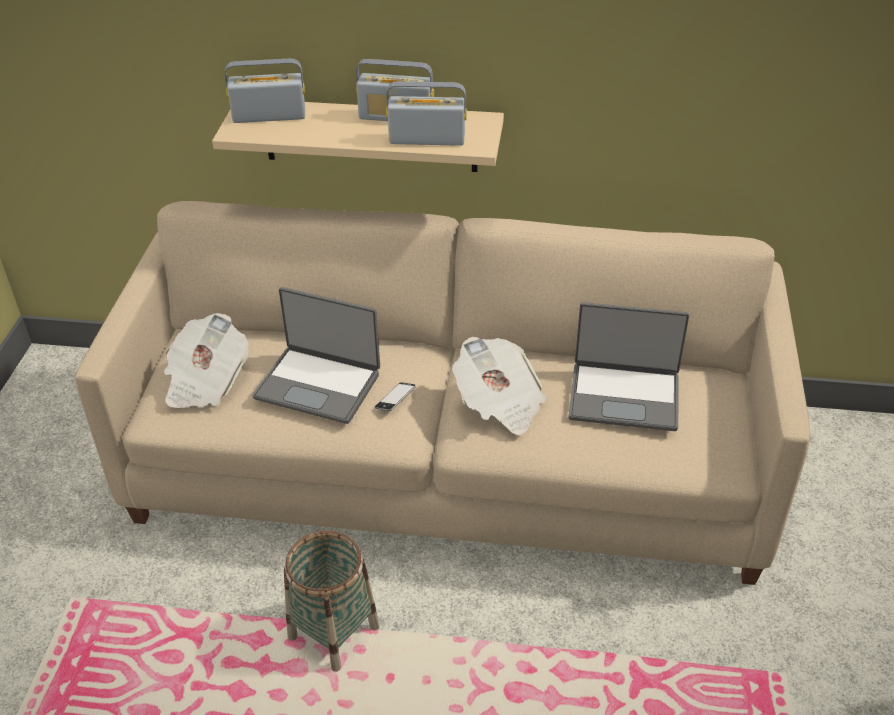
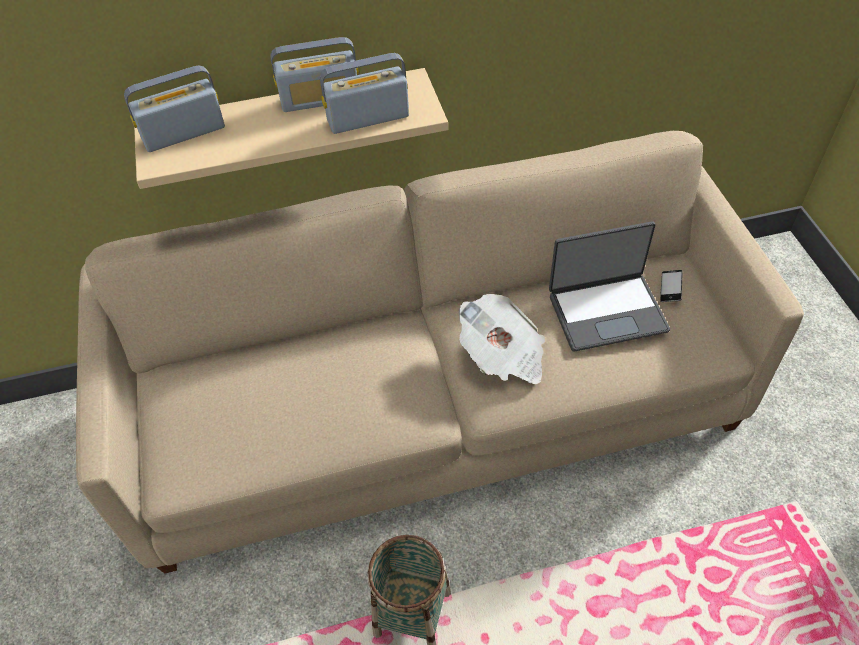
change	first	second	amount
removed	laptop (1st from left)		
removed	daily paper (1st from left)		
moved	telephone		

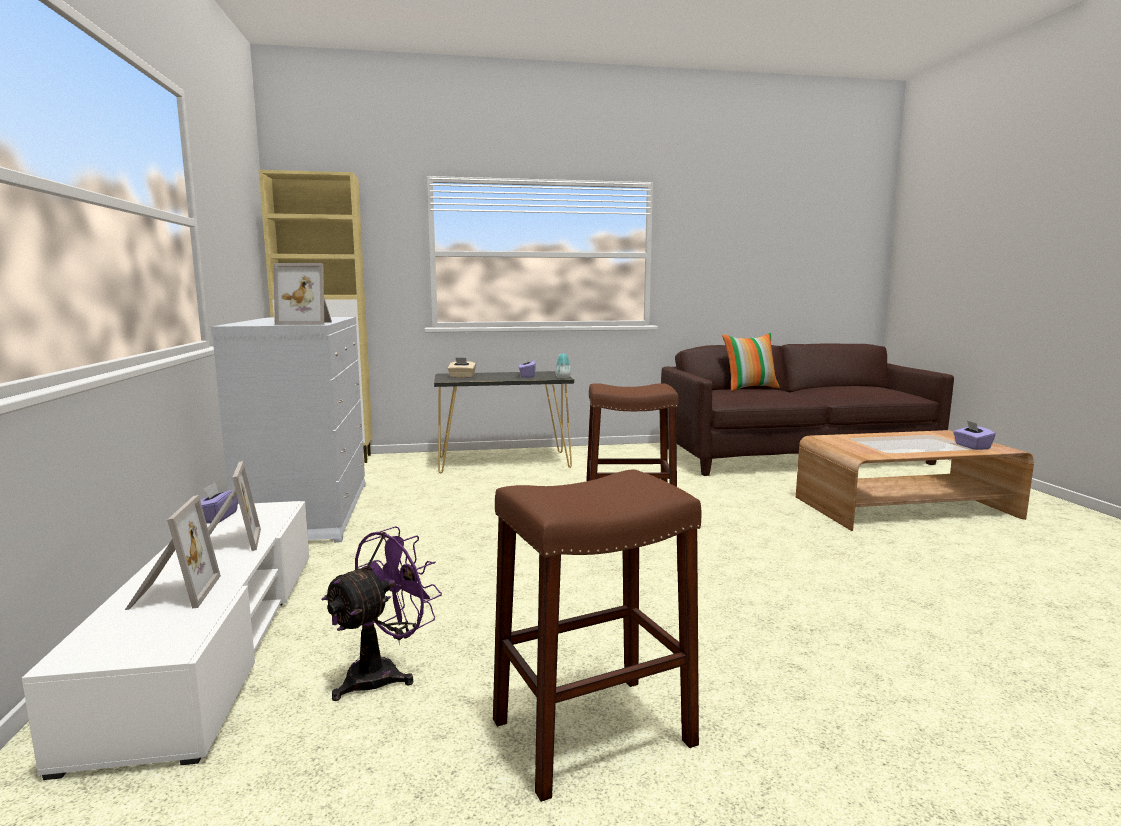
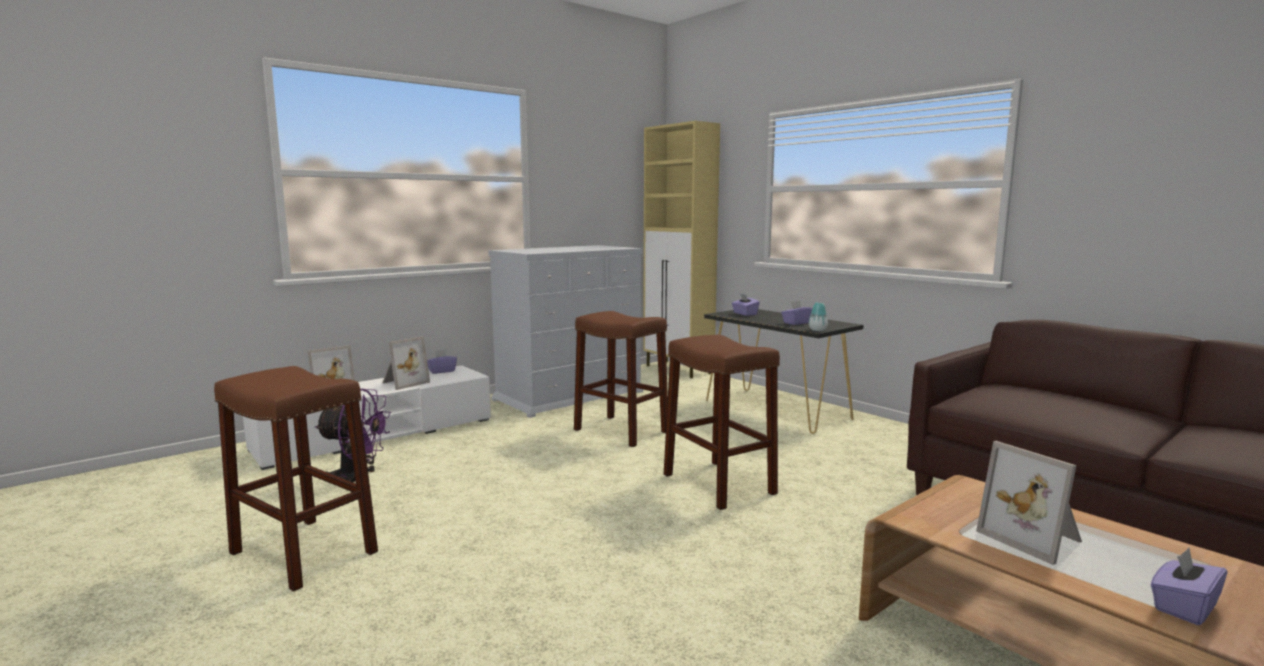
change	first	second	amount
moved	picture frame (3rd from left)		
removed	pillow		
recoloured	sand-coloured box of tissues	purple box of tissues (2nd from left)	
added		brownish stool (2nd from left)	

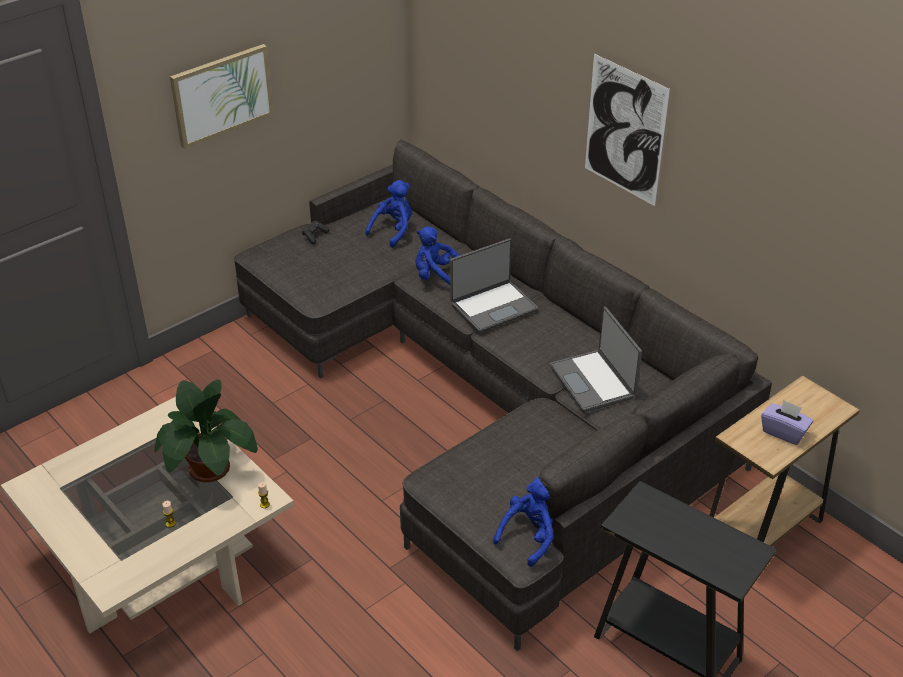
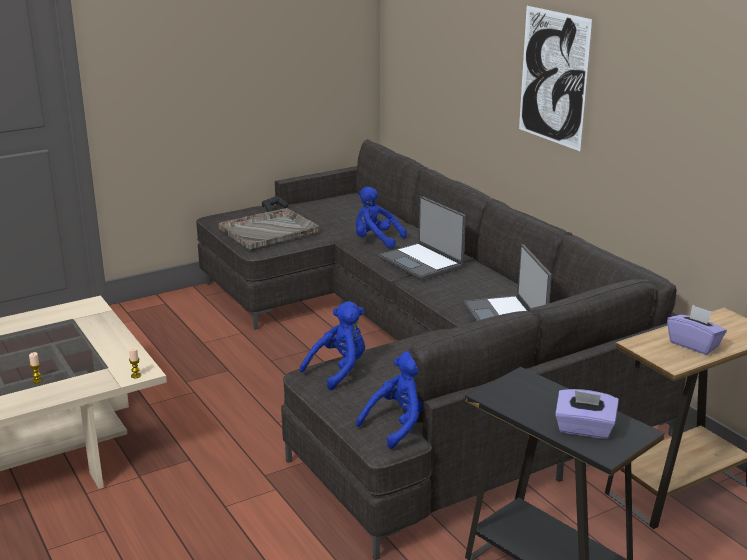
change	first	second	amount
removed	wall art (1st from left)		
moved	blue-coloured plush toy (1st from left)		
turned	laptop (1st from left)		75 degrees clockwise
removed	potted plant		
added		gray tray	
added		purple box of tissues (1st from left)	

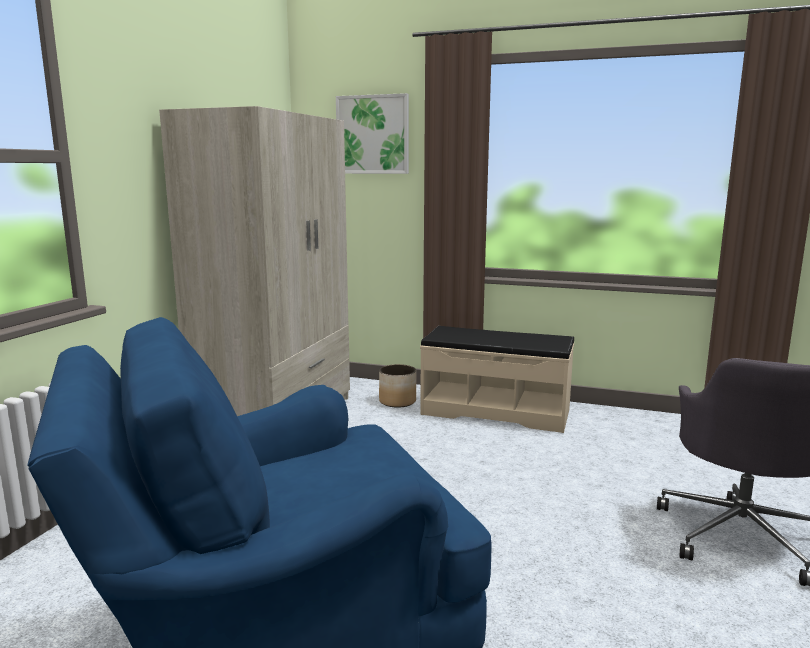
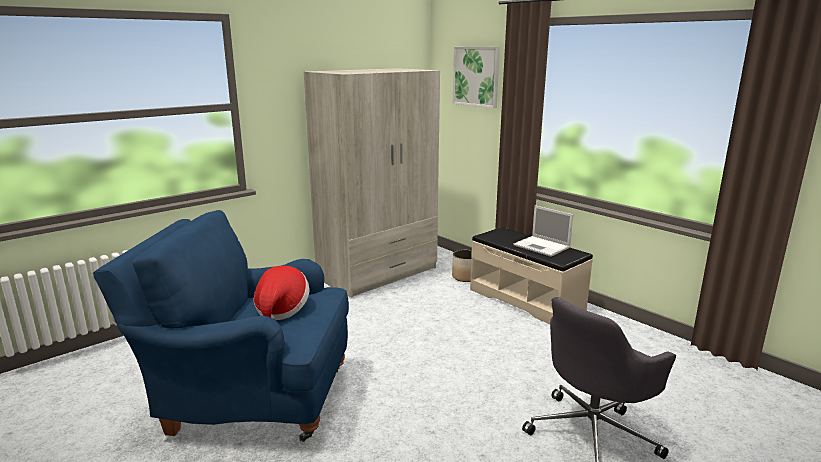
change	first	second	amount
added		laptop	
added		clothing hat	

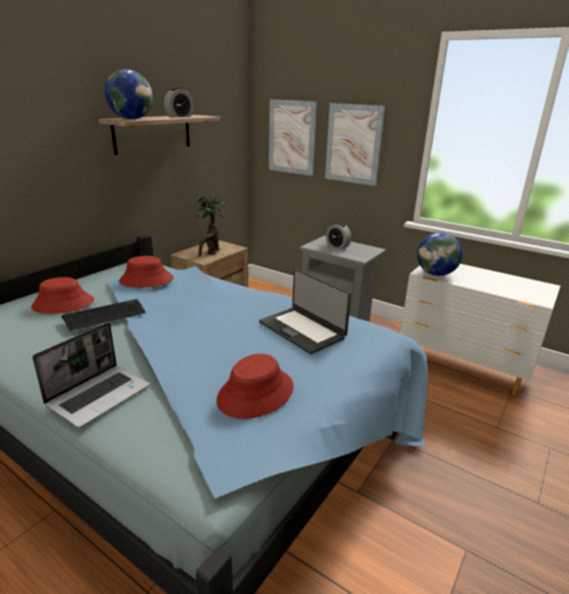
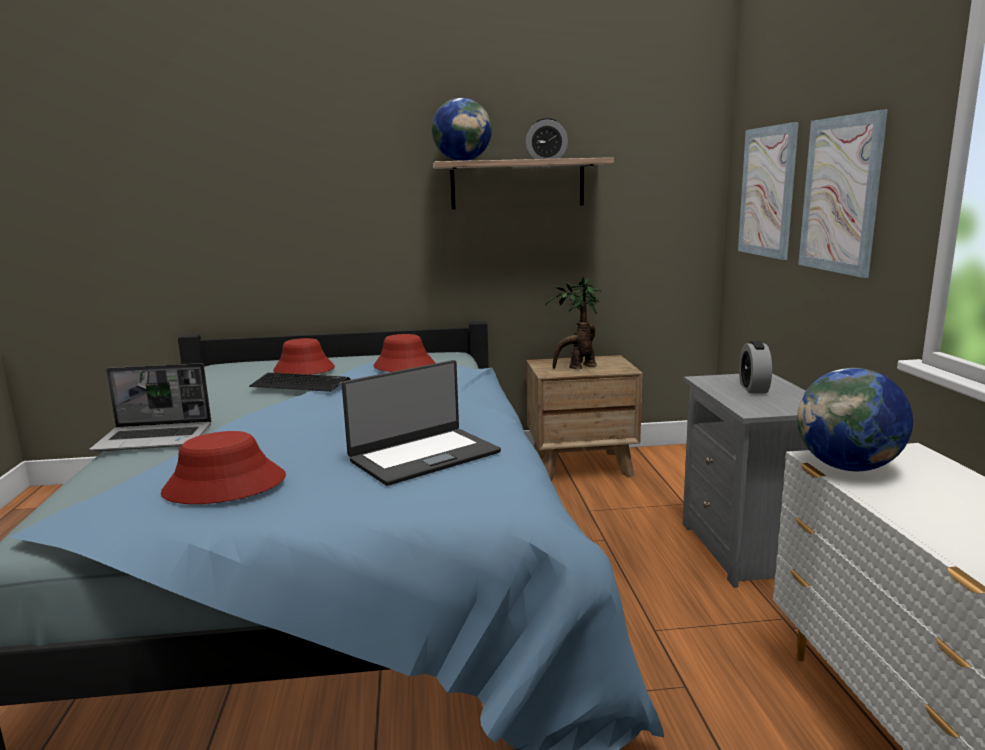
change	first	second	amount
turned	laptop (2nd from left)		135 degrees counterclockwise

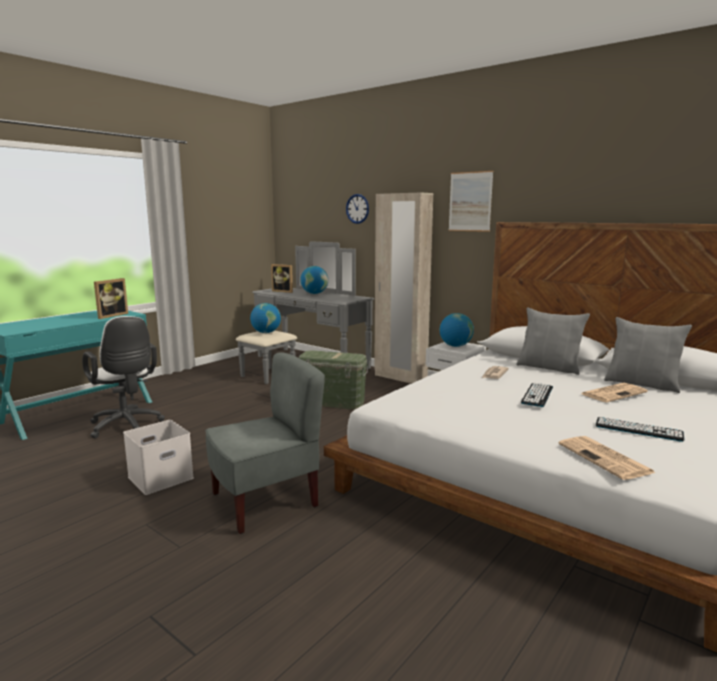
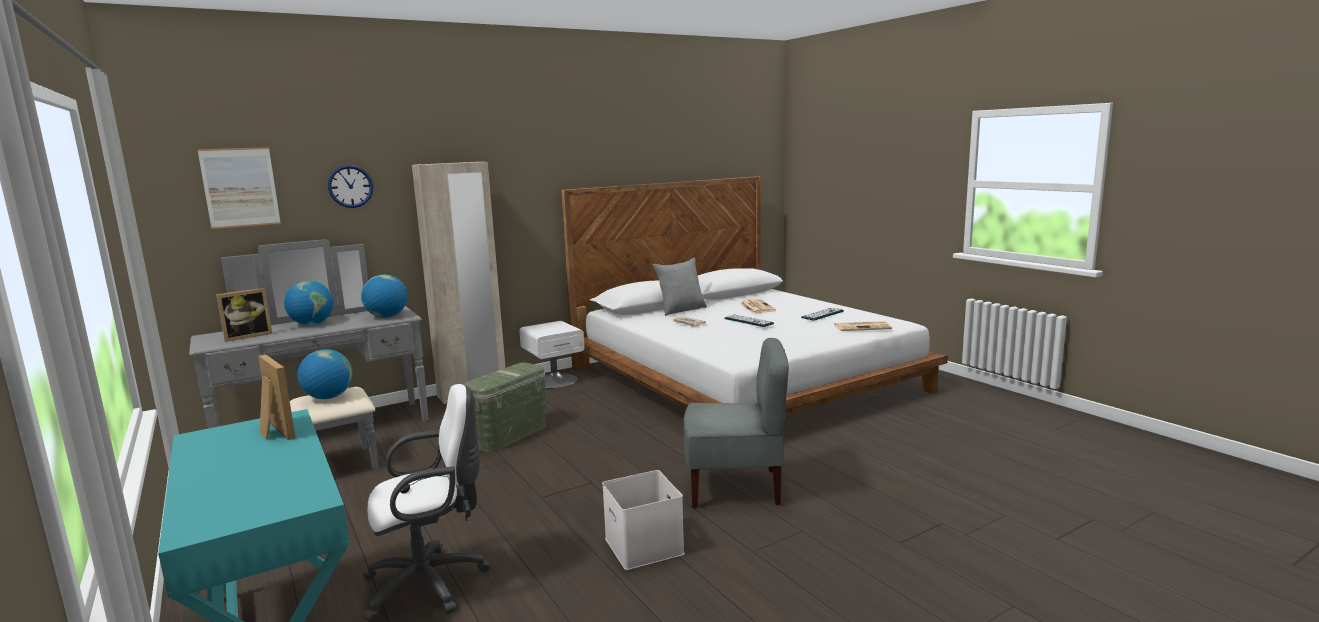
change	first	second	amount
moved	wall art		
moved	world globe (3rd from left)		
removed	gray pillow (2nd from left)		
turned	gray upright chair		105 degrees clockwise

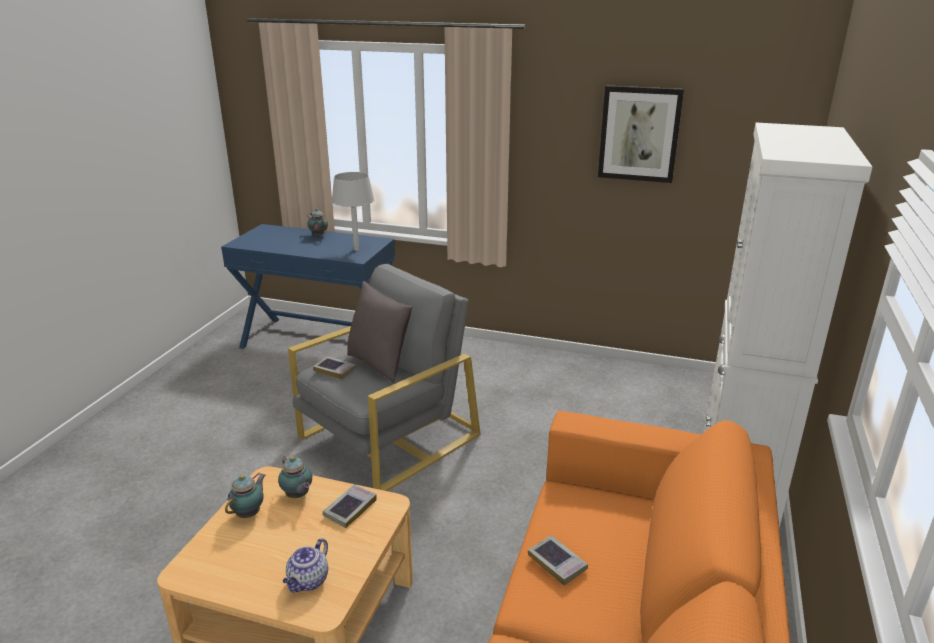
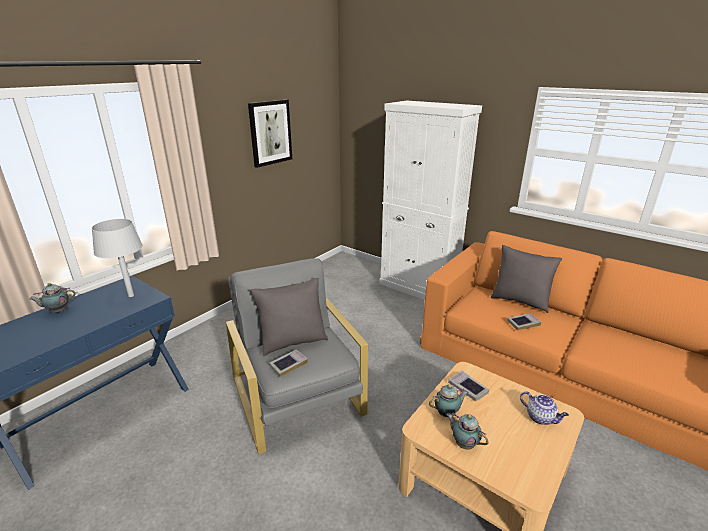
change	first	second	amount
added		gray pillow (2nd from left)	

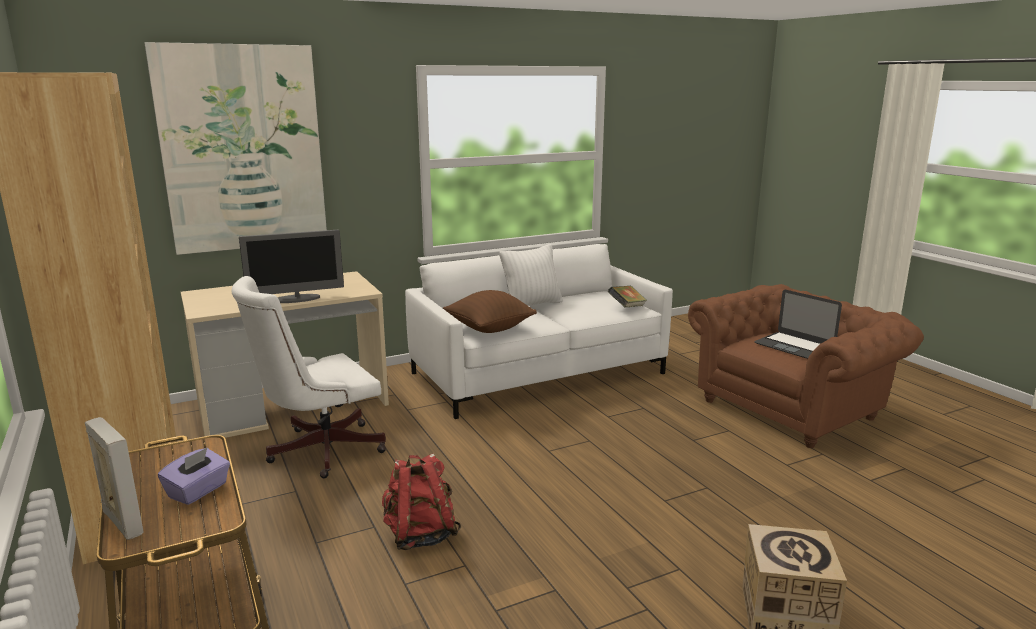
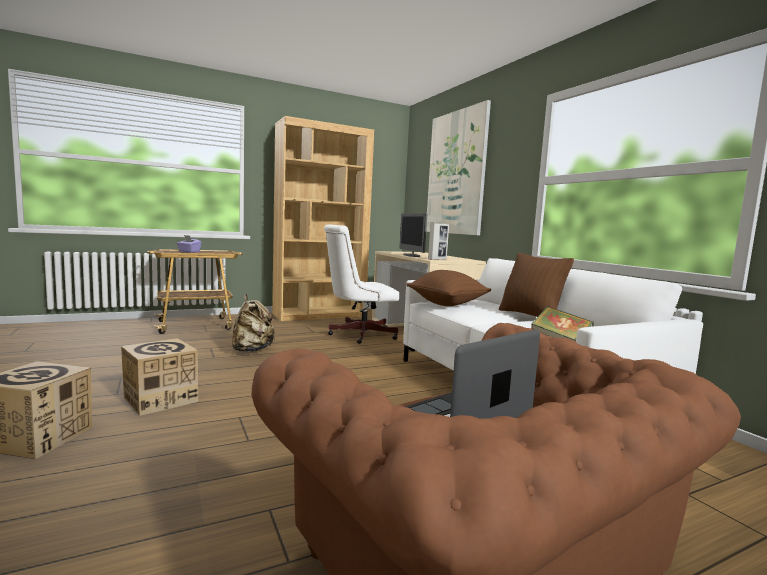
change	first	second	amount
recoloured	white-coloured pillow	brownish pillow (2nd from left)	
turned	white-coloured office chair		75 degrees counterclockwise
moved	picture frame		
recoloured	red-coloured rucksack	sand-coloured rucksack	
added		cardboard box (2nd from left)	

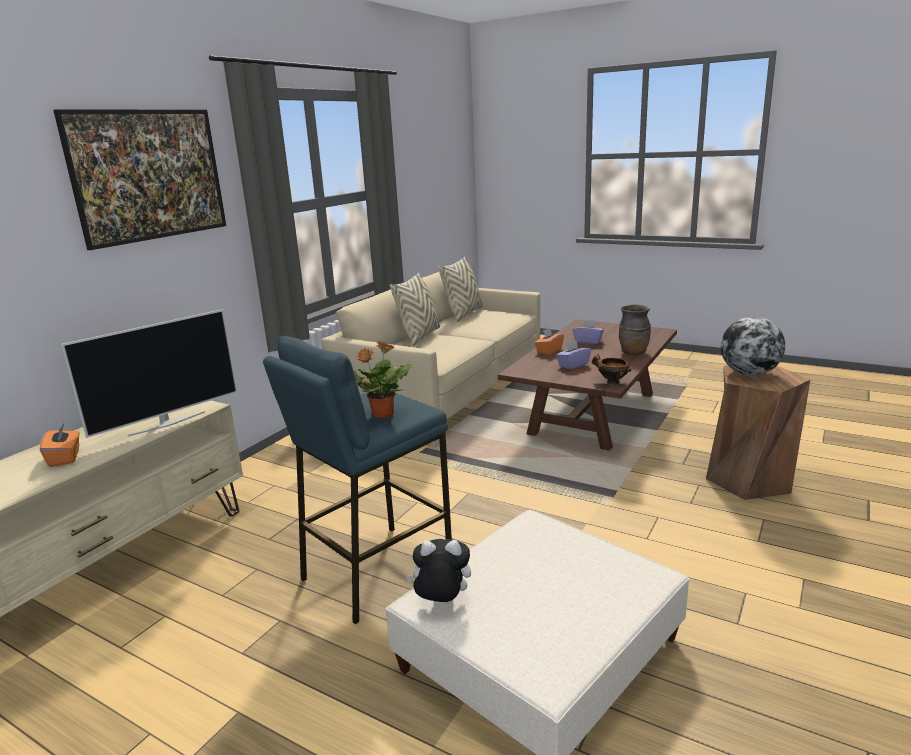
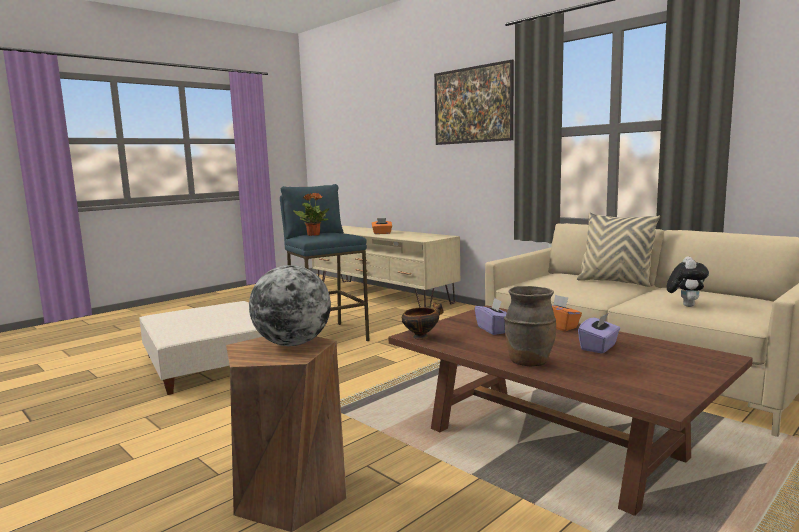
change	first	second	amount
removed	sand-coloured pillow (2nd from left)		
removed	television		
moved	plush toy		

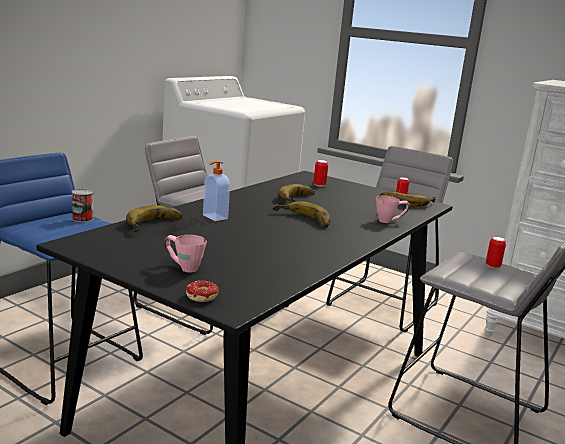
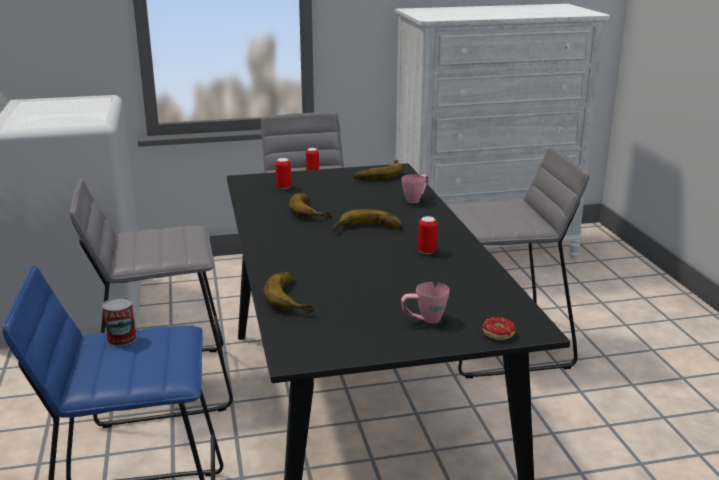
change	first	second	amount
removed	soap bottle		
moved	sealed can (4th from left)		

